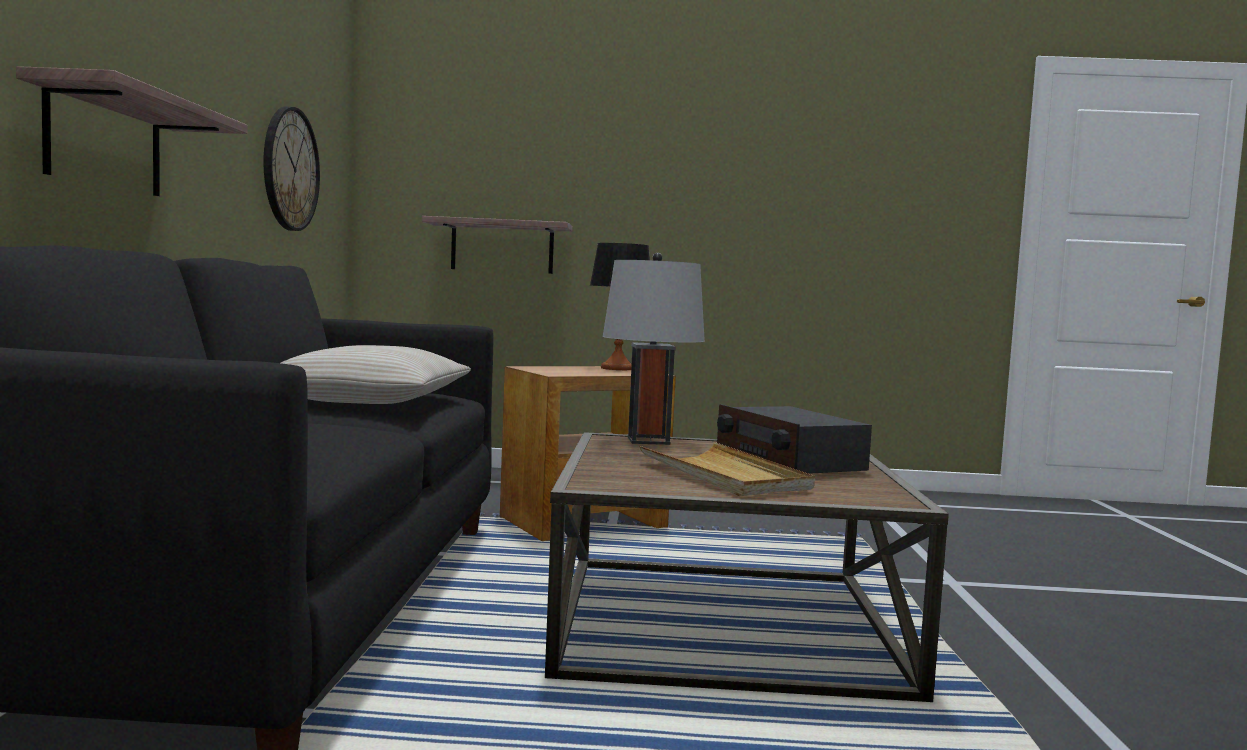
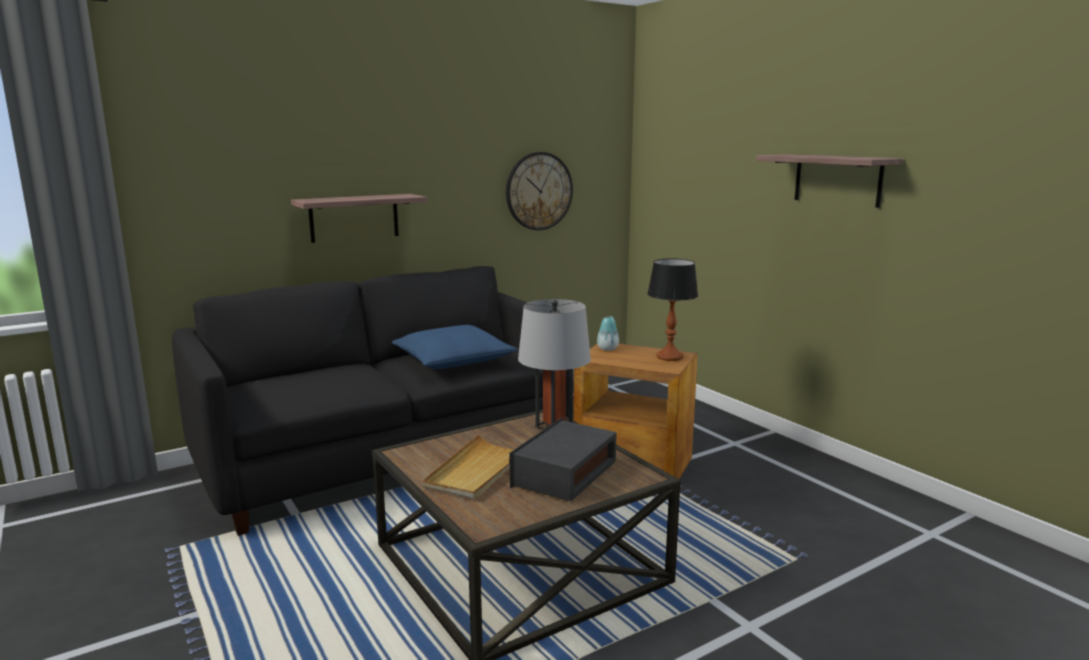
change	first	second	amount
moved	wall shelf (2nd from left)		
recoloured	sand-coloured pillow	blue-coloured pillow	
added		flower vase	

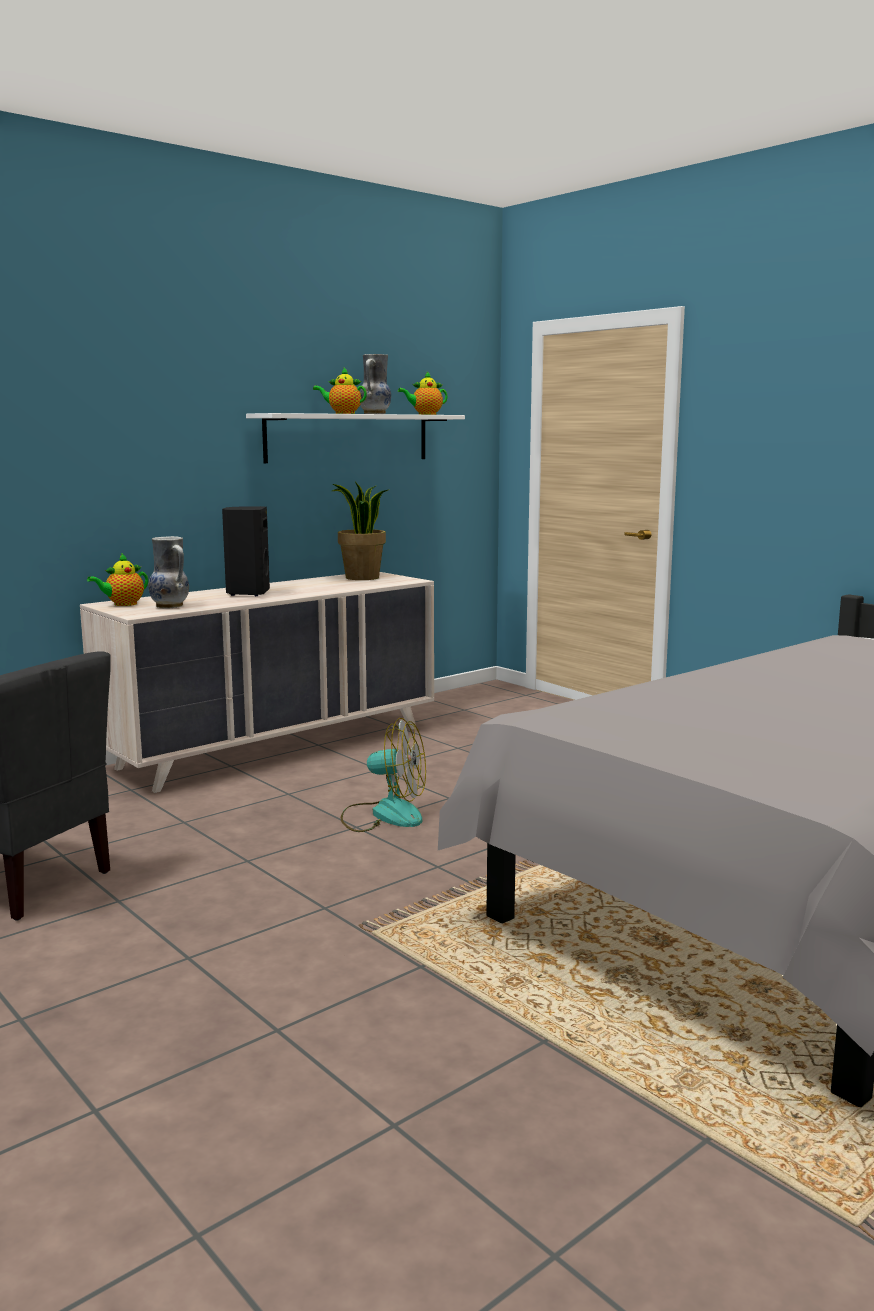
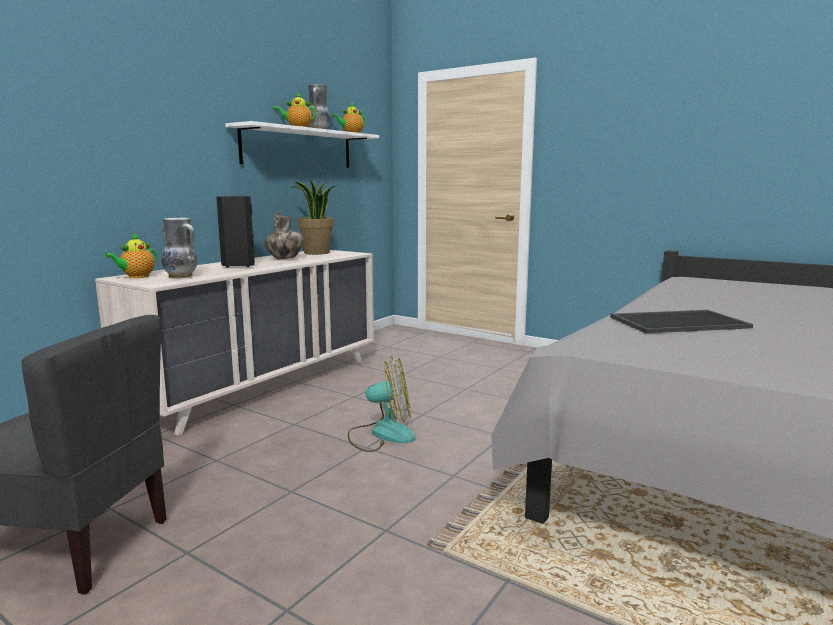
change	first	second	amount
added		flower vase (2nd from left)	
added		tray	

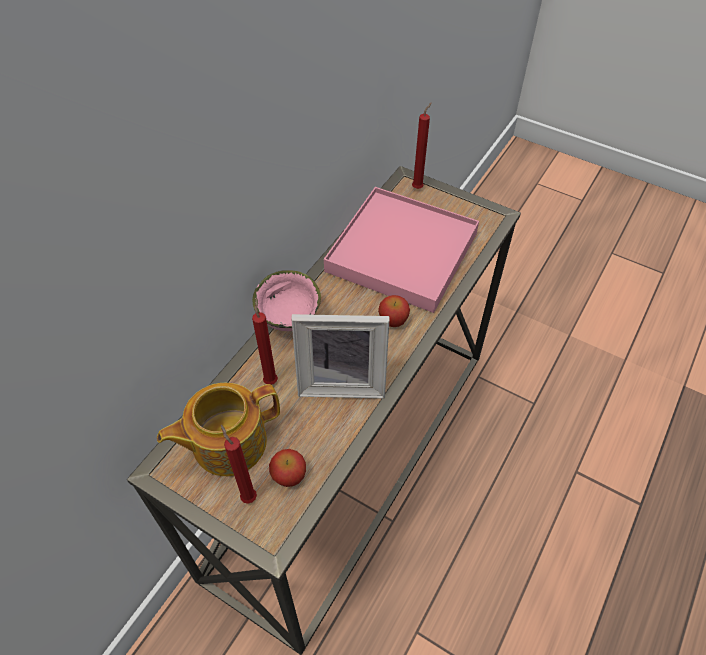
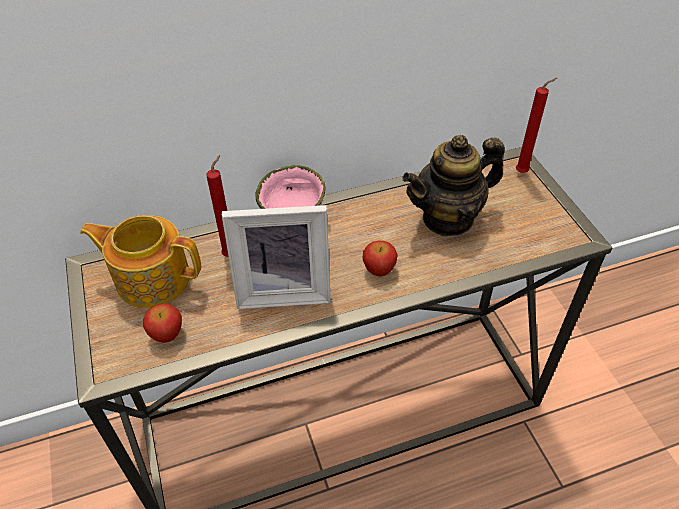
change	first	second	amount
replaced	pink-coloured tray	tea pot (2nd from left)	
turned	picture frame		45 degrees counterclockwise
removed	red-coloured candle (1st from left)		

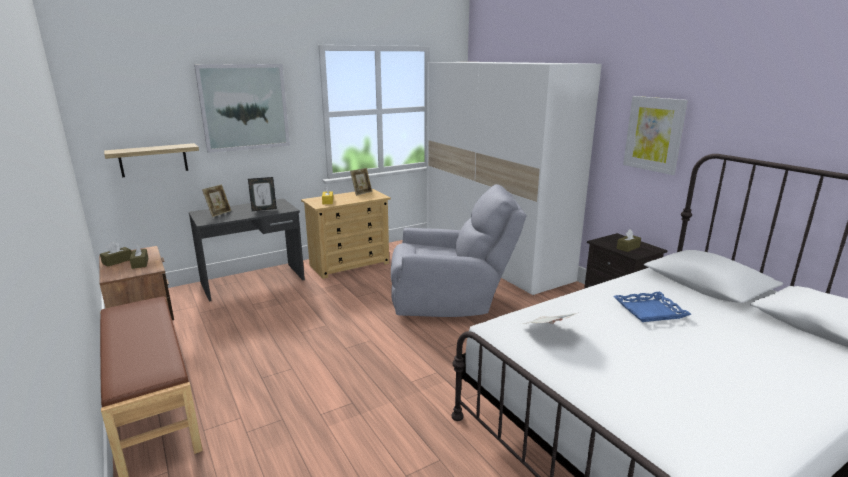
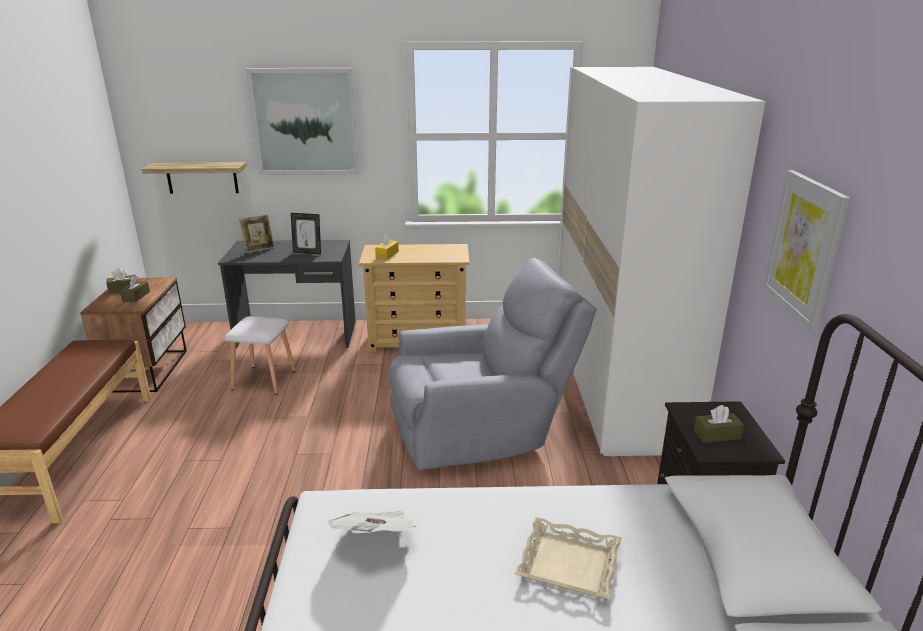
change	first	second	amount
removed	picture frame (3rd from left)		
turned	gray armchair		45 degrees counterclockwise
recoloured	blue-coloured tray	sand-coloured tray	
added		white-coloured stool	

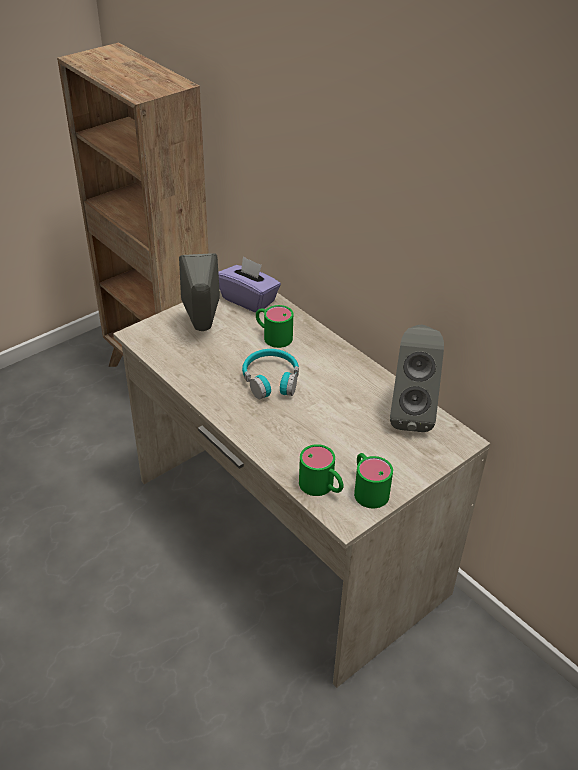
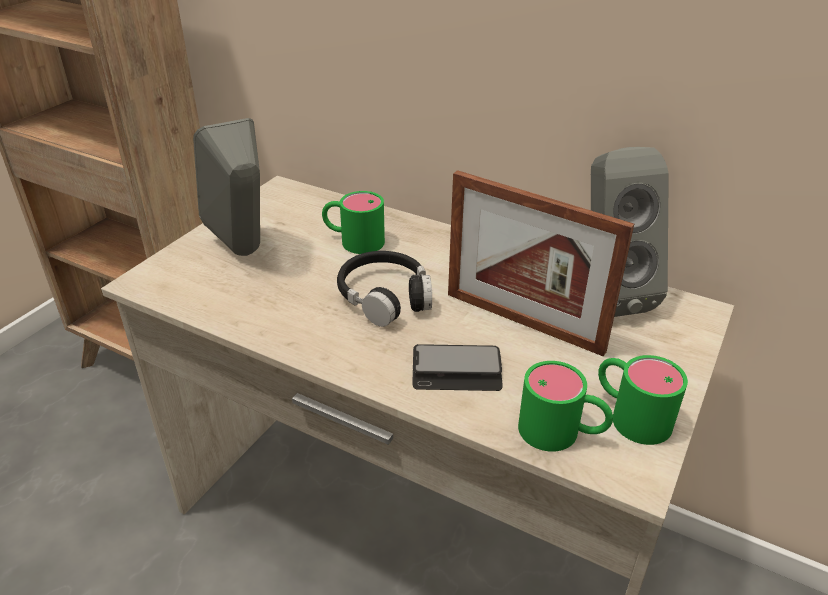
change	first	second	amount
removed	purple box of tissues		
recoloured	turquoise-coloured pair of headphones	black pair of headphones	
added		picture frame	
added		telephone	

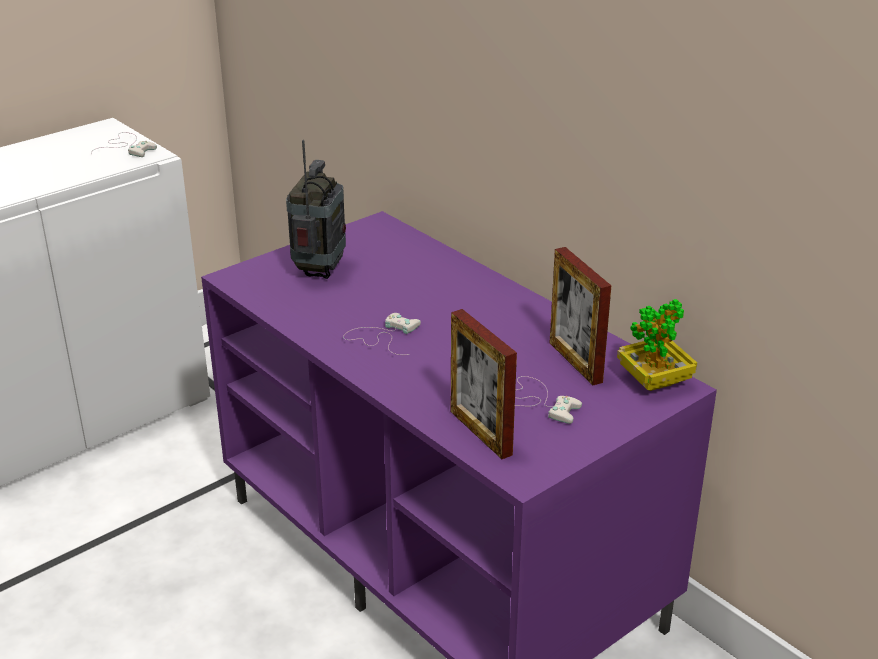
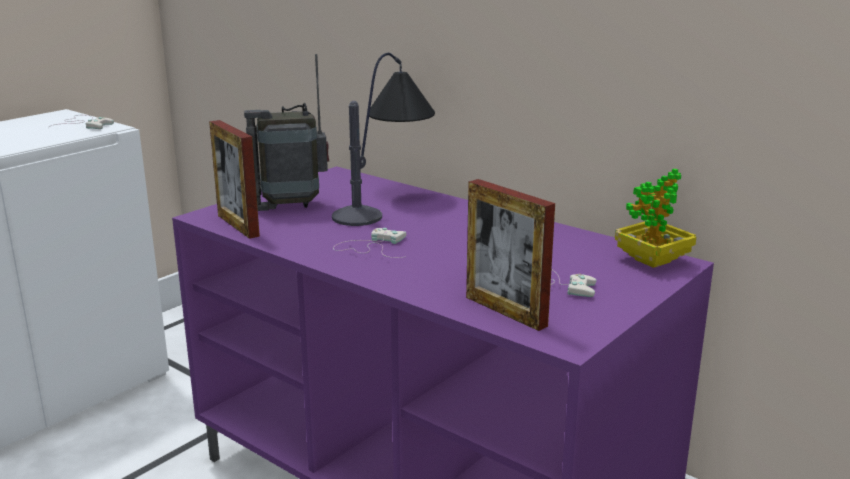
change	first	second	amount
turned	radio set		105 degrees counterclockwise
moved	picture frame (2nd from left in the first image)	picture frame (1st from left)	
added		lamp for a table	

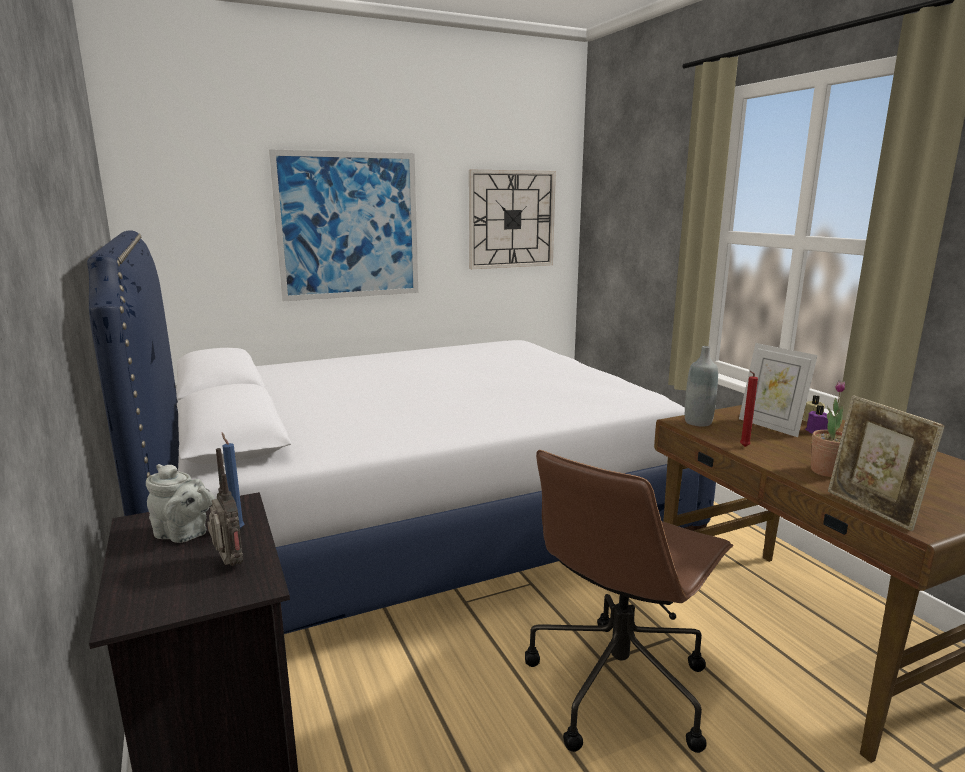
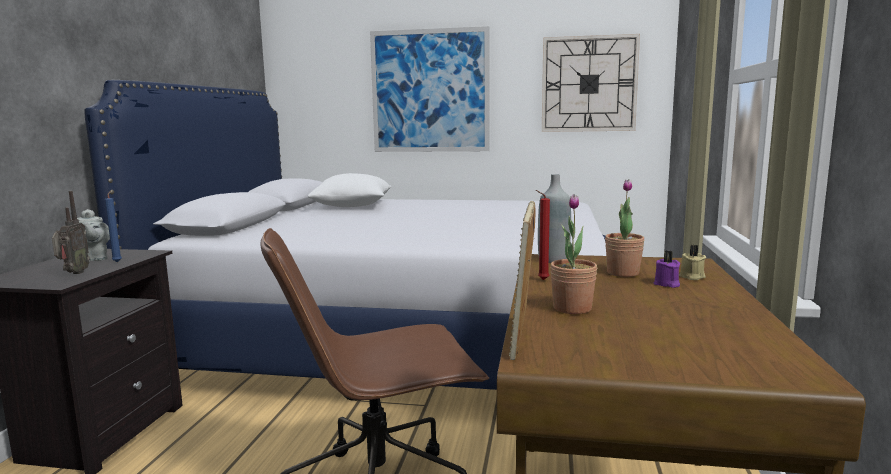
change	first	second	amount
replaced	picture frame (1st from left)	potted plant (2nd from left)	
added		white-coloured pillow	

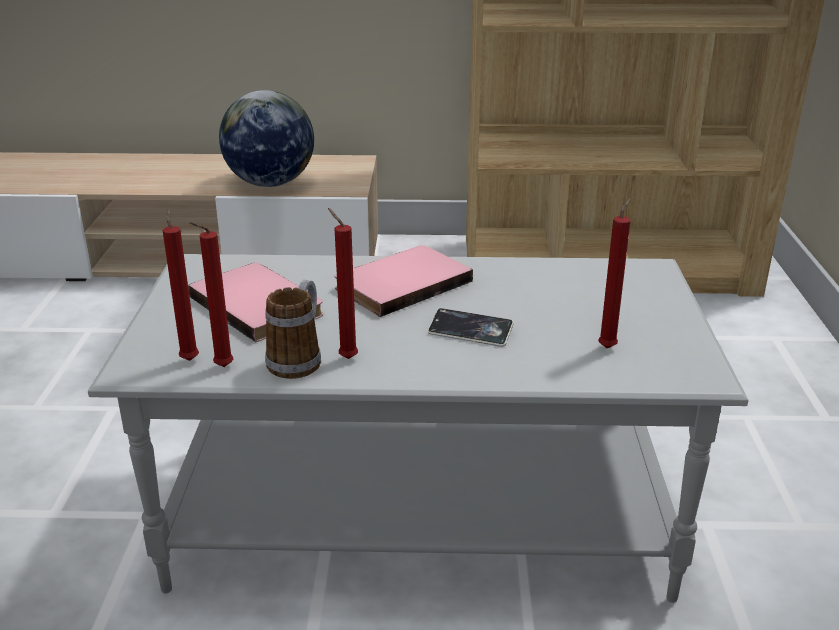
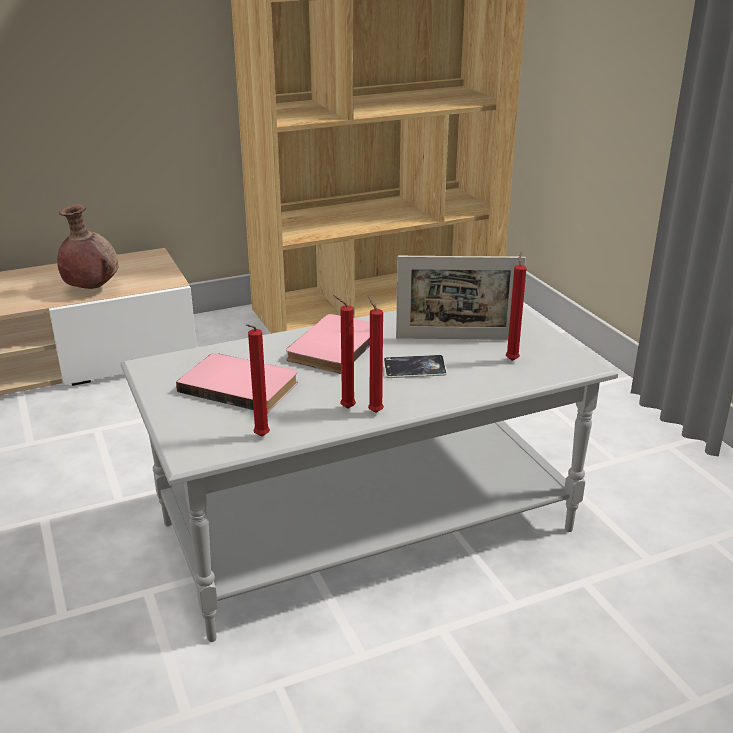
change	first	second	amount
replaced	world globe	brownish flower vase	
moved	red-coloured candle (1st from left in the first image)	red-coloured candle (3rd from left)	
removed	mug		
added		picture frame	

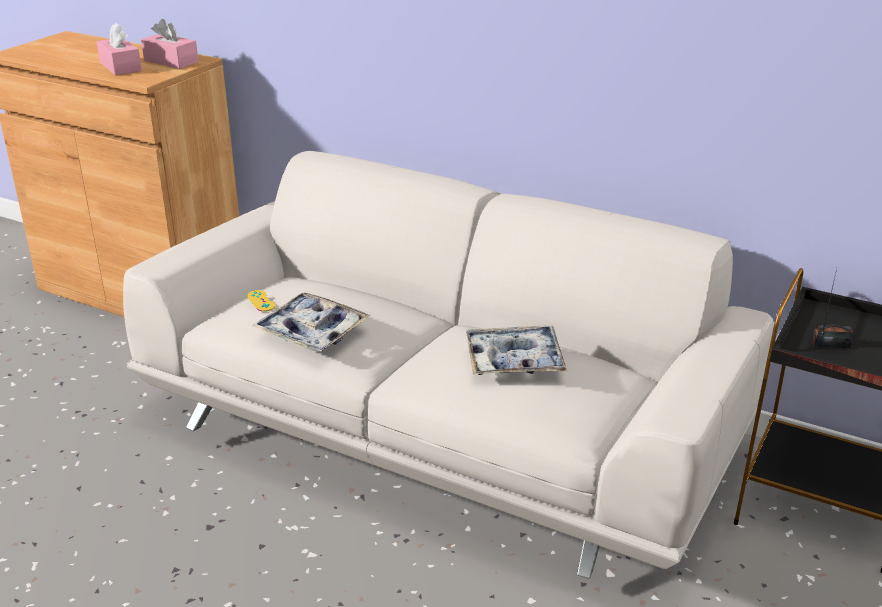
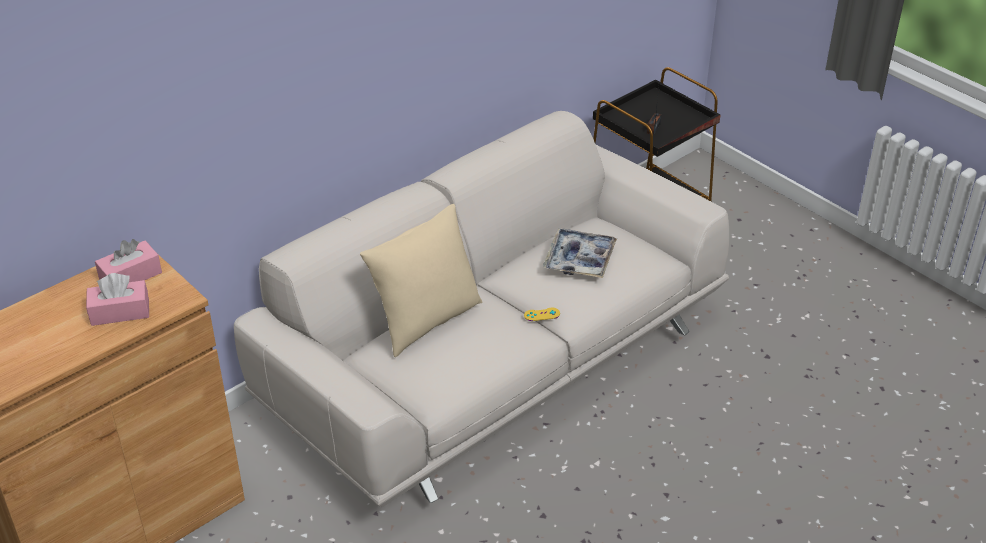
change	first	second	amount
moved	yellow-coloured gamepad		
removed	tray (1st from left)		
added		sand-coloured pillow	

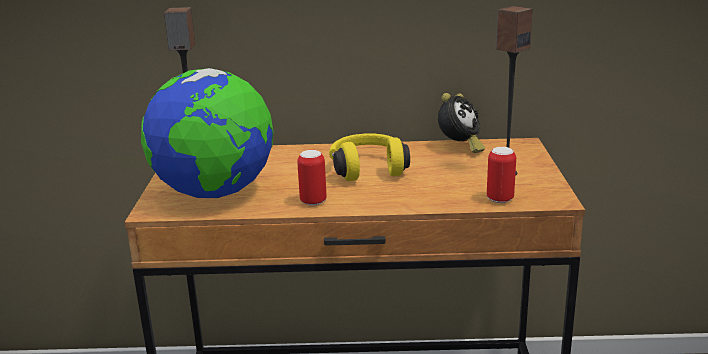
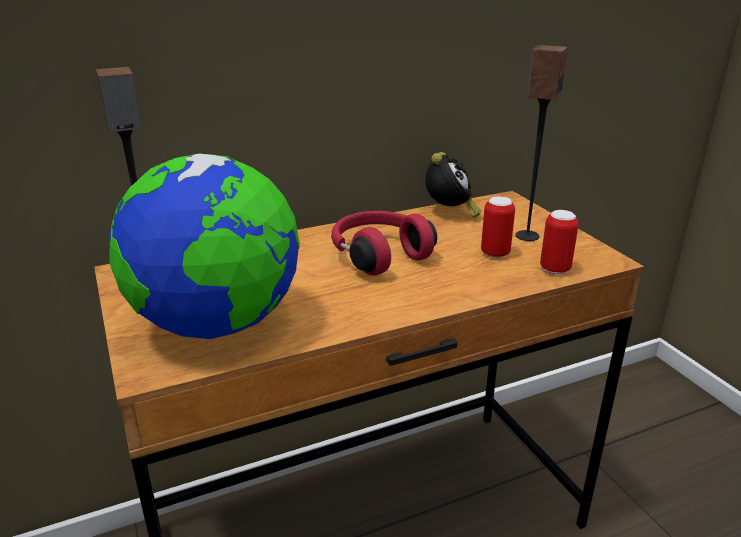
change	first	second	amount
recoloured	yellow-coloured pair of headphones	red-coloured pair of headphones	
moved	sealed can (1st from left)		

